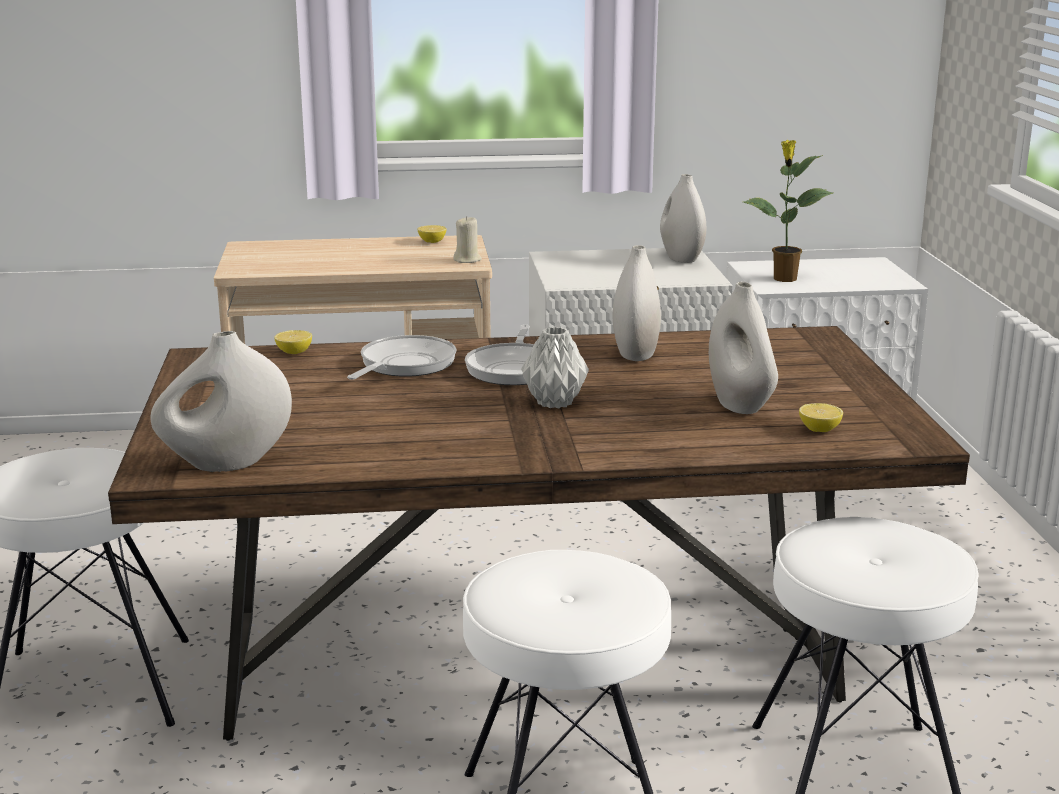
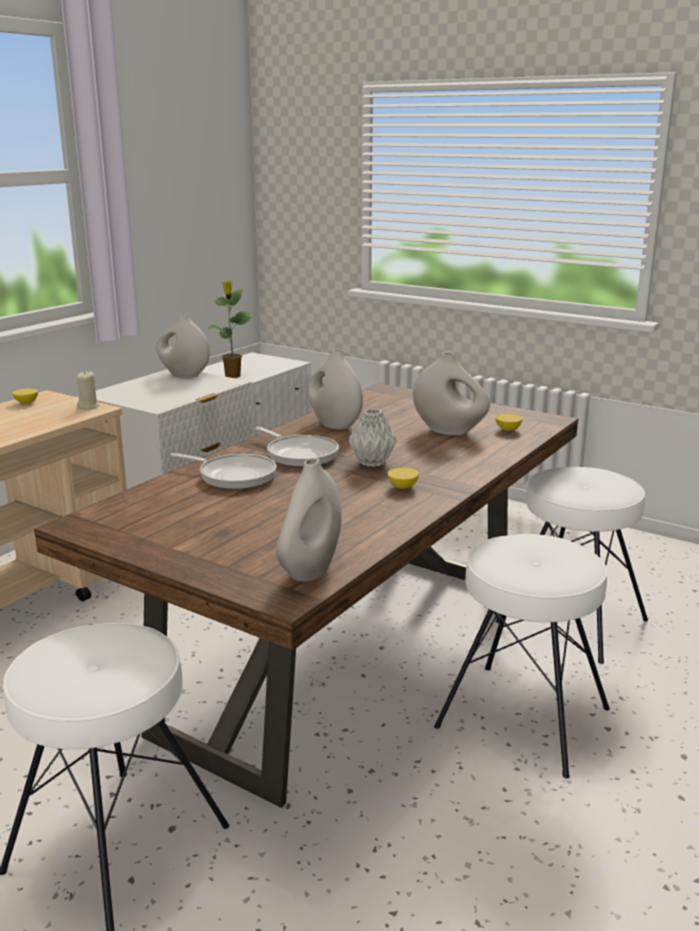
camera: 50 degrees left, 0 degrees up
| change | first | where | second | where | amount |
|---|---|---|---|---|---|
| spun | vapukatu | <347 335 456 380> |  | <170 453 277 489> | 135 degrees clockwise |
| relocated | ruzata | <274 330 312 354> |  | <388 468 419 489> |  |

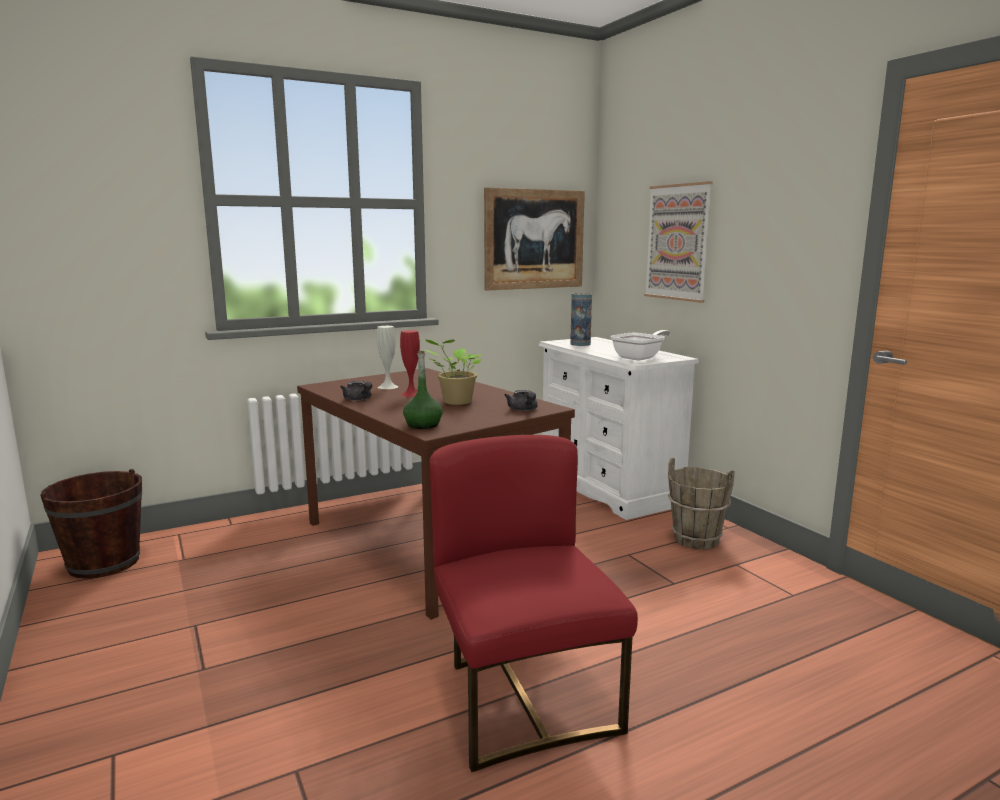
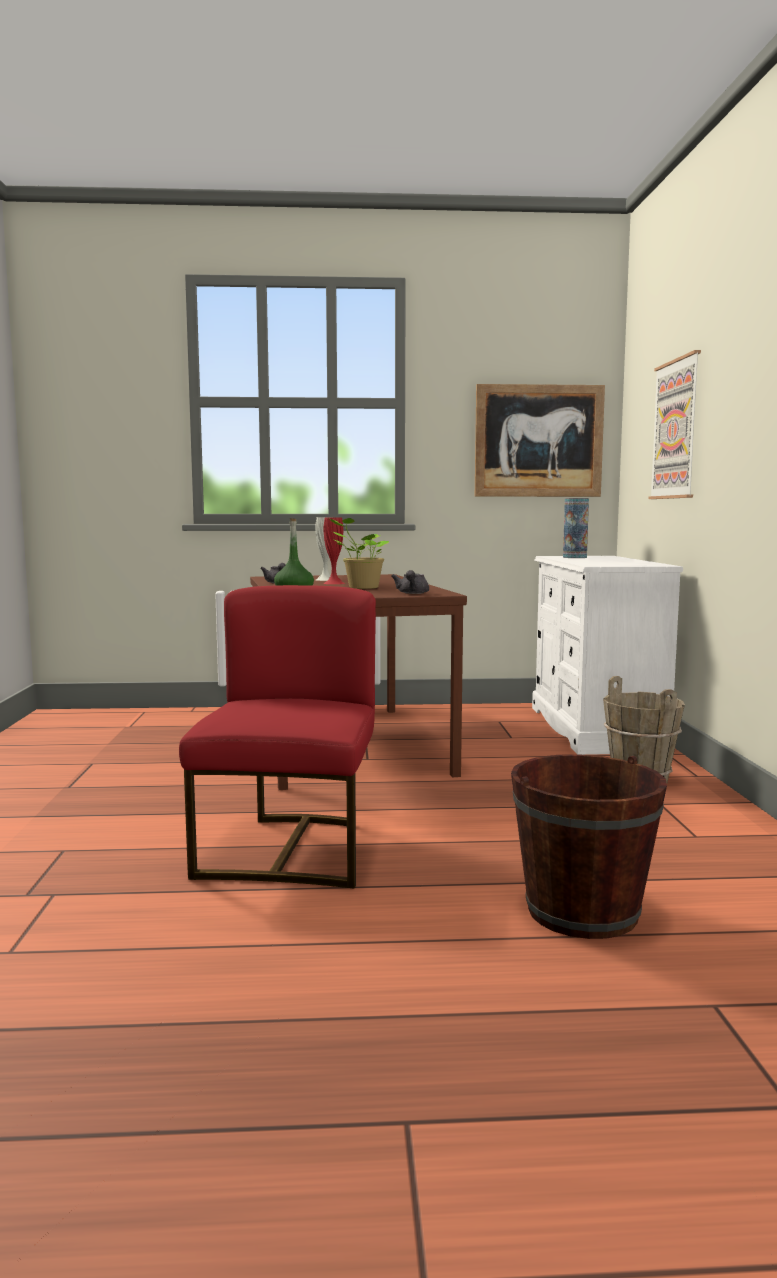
camera: 25 degrees right, 5 degrees down
| change | first | where | second | where | amount |
|---|---|---|---|---|---|
| relocated | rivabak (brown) | <40 469 142 579> |  | <511 754 667 939> |  |
| missing | vapukatu | <610 330 671 361> |  |  |  |

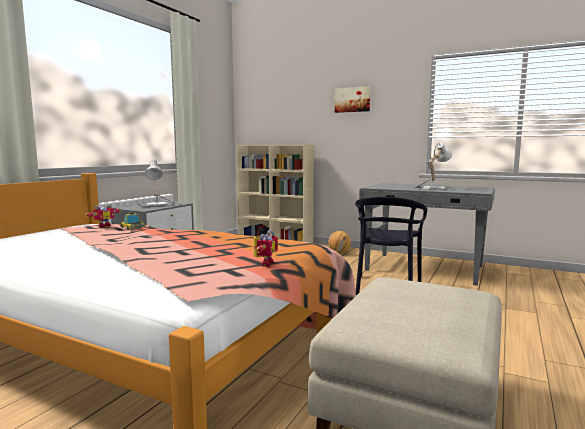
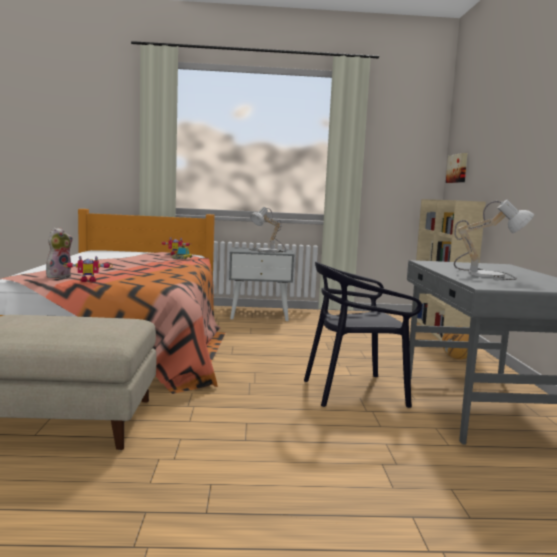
camera: 60 degrees right, 0 degrees up
| change | first | where | second | where | amount |
|---|---|---|---|---|---|
| appeared |  |  | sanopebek | <46 227 73 278> |  |
| relocated | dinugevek | <335 86 370 113> |  | <446 153 468 183> |  |

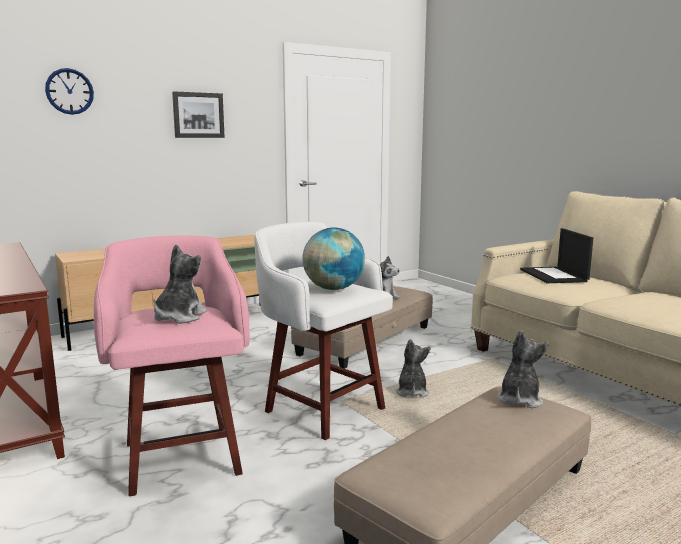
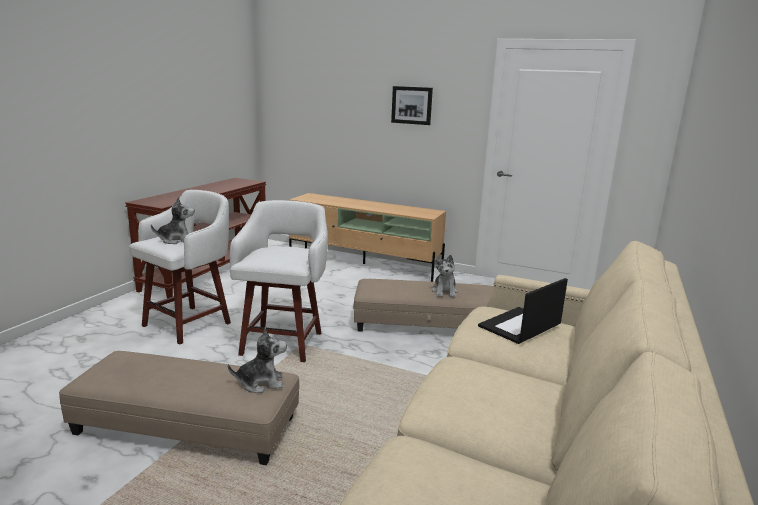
camera: 55 degrees right, 5 degrees up
| change | first | where | second | where | amount |
|---|---|---|---|---|---|
| colour | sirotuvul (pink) | <94 235 249 496> | sirotuvul (white) | <129 190 231 345> |  |
| missing | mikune | <45 68 94 115> |  |  |  |
| missing | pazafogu | <302 227 365 290> |  |  |  |
| missing | sanopebek | <395 339 431 397> |  |  |  |

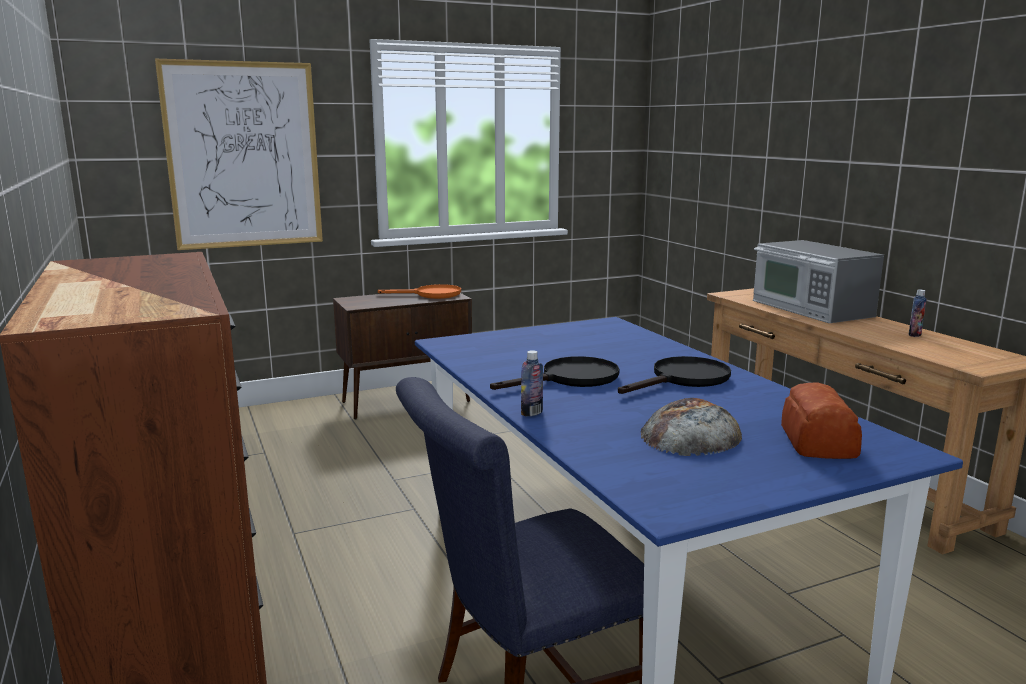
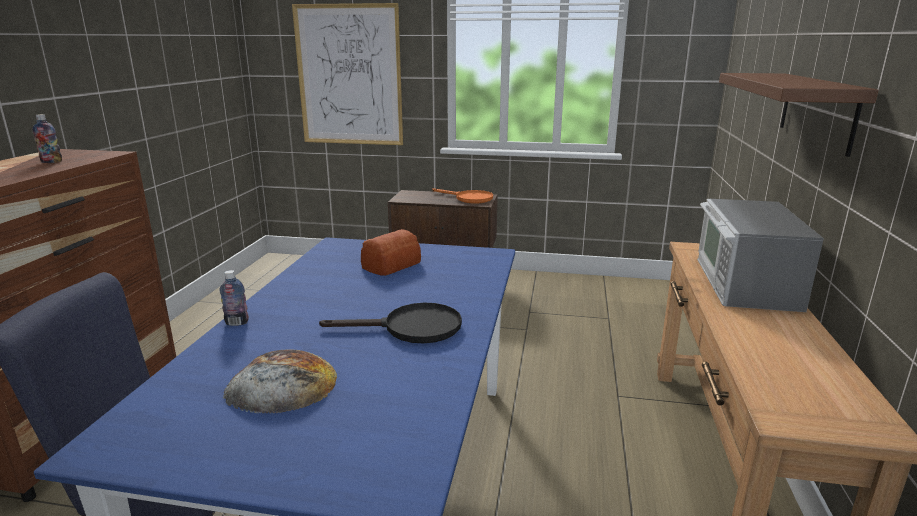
camera: 35 degrees right, 5 degrees up
| change | first | where | second | where | amount |
|---|---|---|---|---|---|
| relocated | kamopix | <909 290 927 337> |  | <32 114 62 163> |  |
| relocated | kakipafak | <781 382 862 459> |  | <361 229 421 276> |  |
| appeared |  |  | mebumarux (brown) | <719 73 879 157> |  |
| missing | vapukatu (black) | <490 356 620 390> |  |  |  |

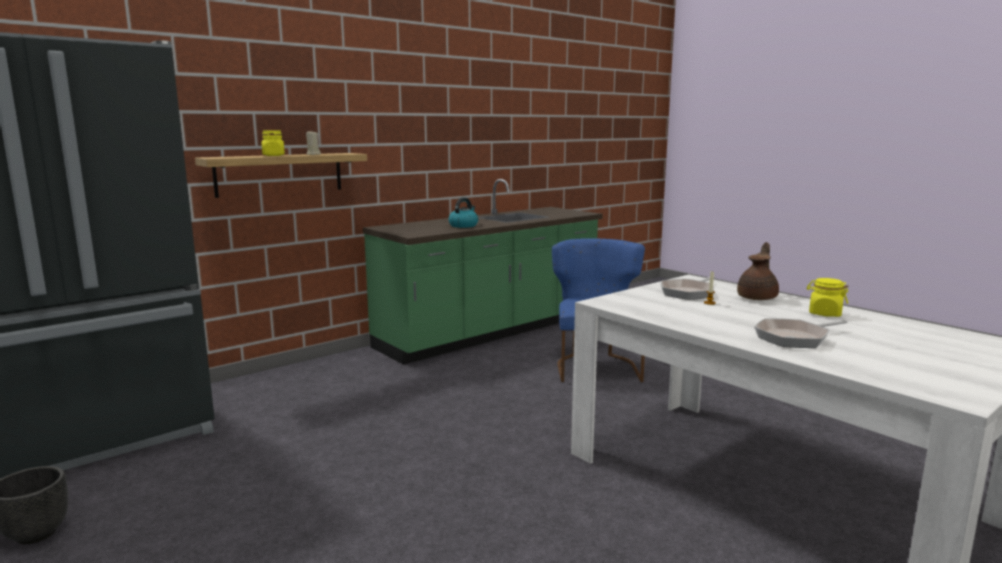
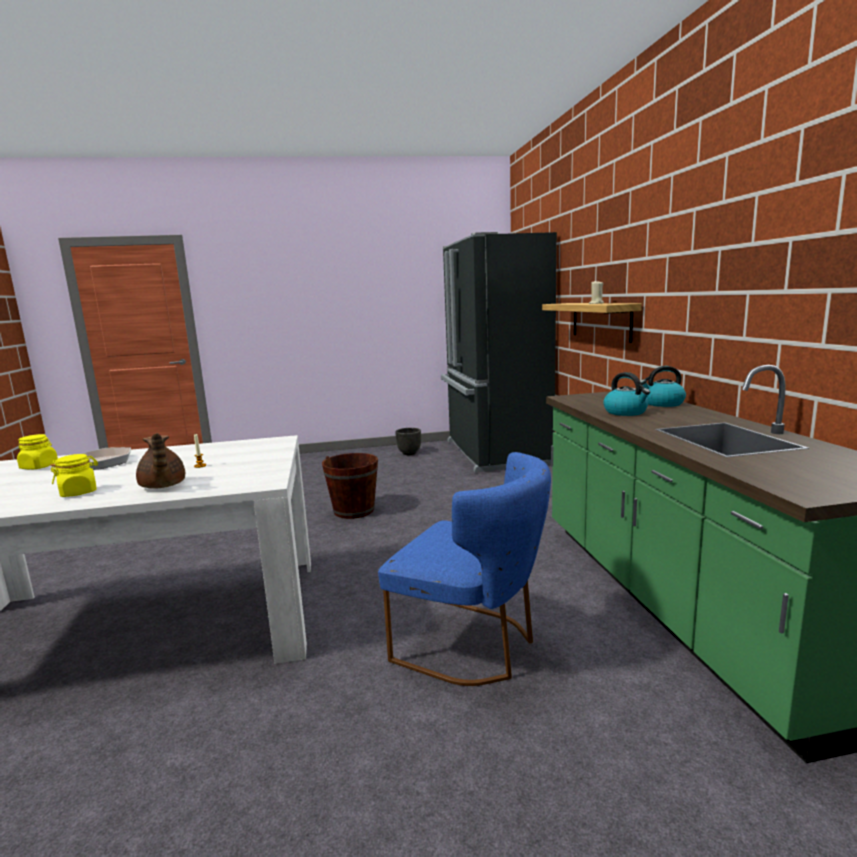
camera: 120 degrees right, 0 degrees up
| change | first | where | second | where | amount |
|---|---|---|---|---|---|
| relocated | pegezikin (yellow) | <262 130 285 156> |  | <17 434 58 469> |  |
| appeared |  |  | rivabak (brown) | <322 453 378 519> |  |
| appeared |  |  | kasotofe | <640 366 686 407> |  |
| missing | vapukatu | <661 276 715 300> |  |  |  |

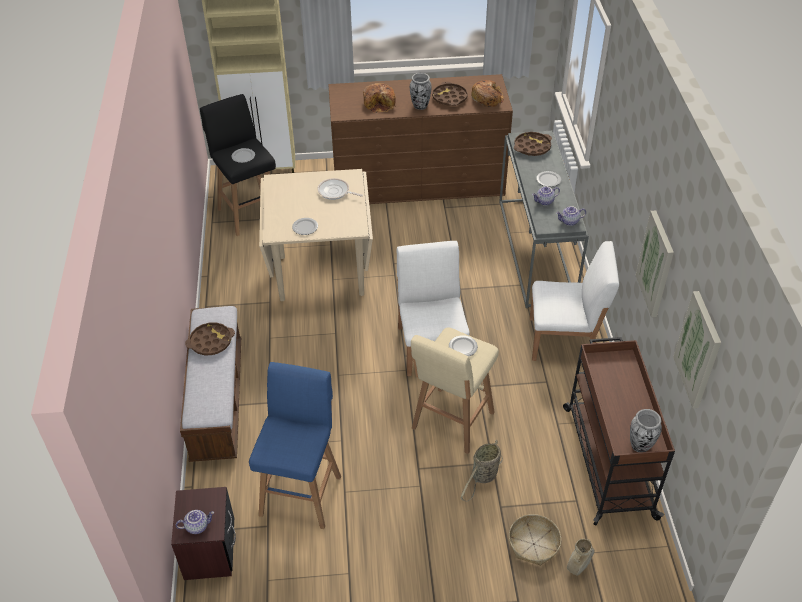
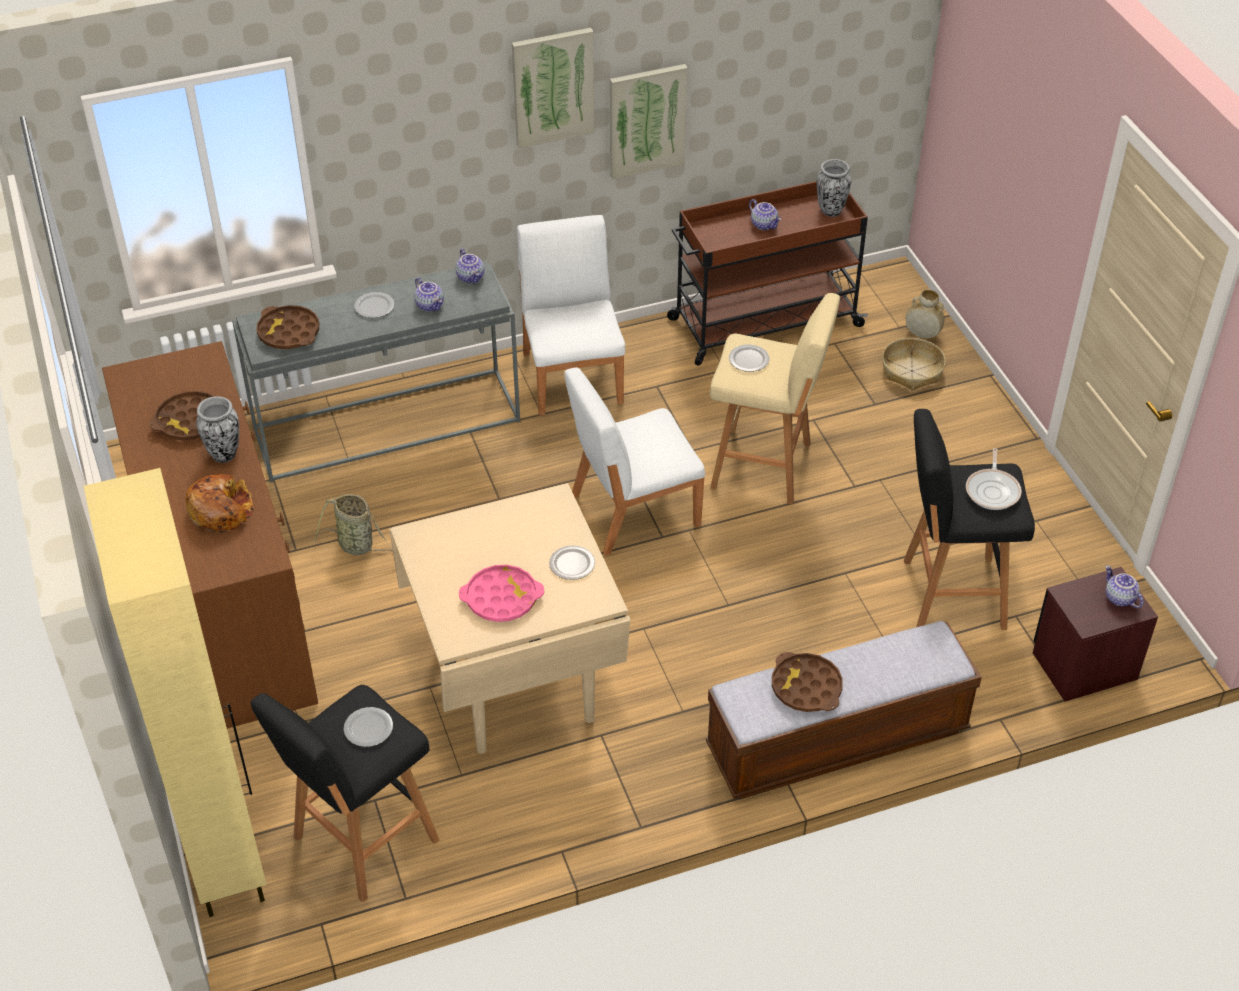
camera: 105 degrees left, 0 degrees up
| change | first | where | second | where | amount |
|---|---|---|---|---|---|
| relocated | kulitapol | <460 440 503 501> |  | <314 494 393 555> |  |
| appeared |  |  | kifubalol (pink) | <459 565 544 622> |  |
| relocated | dinugevek | <673 291 721 408> |  | <512 28 595 148> |  |
| appeared |  |  | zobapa | <749 199 781 230> |  |
| colour | sirotuvul (blue) | <249 362 341 529> | sirotuvul (black) | <904 409 1035 630> |  |
| relocated | vapukatu | <318 178 363 200> |  | <966 448 1022 510> |  |
| missing | kakipafak | <471 80 504 107> |  |  |  |

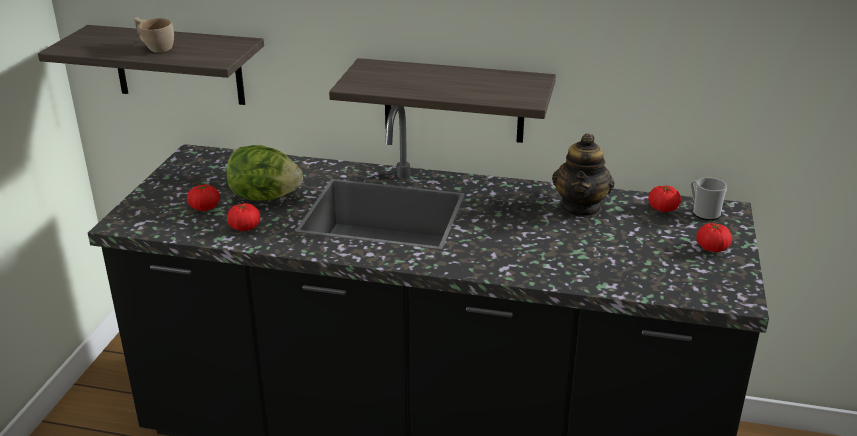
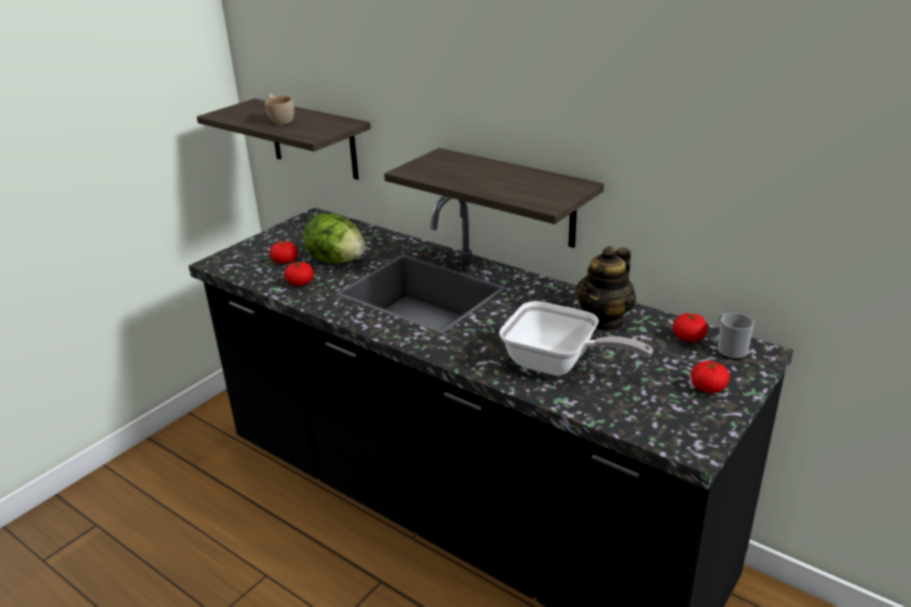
camera: 25 degrees right, 0 degrees up
| change | first | where | second | where | amount |
|---|---|---|---|---|---|
| appeared |  |  | vapukatu | <499 301 653 376> |  |

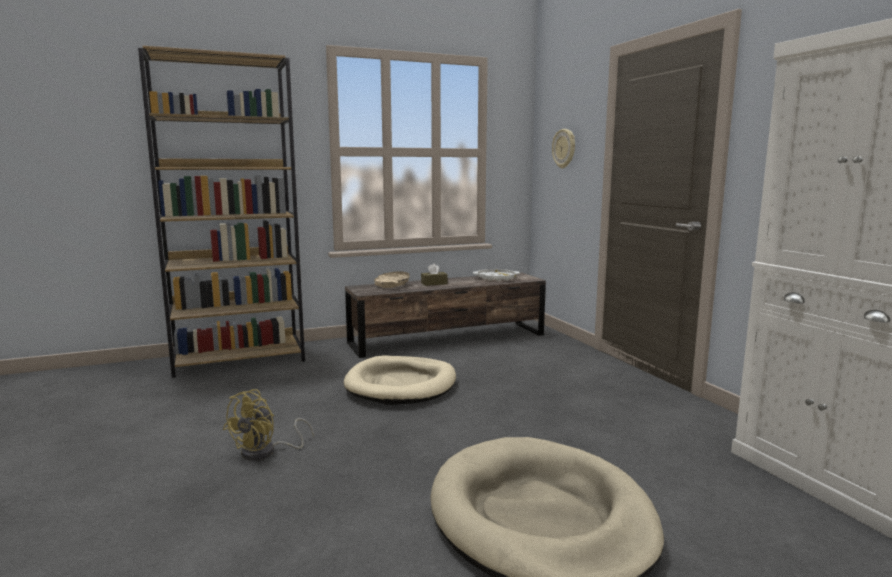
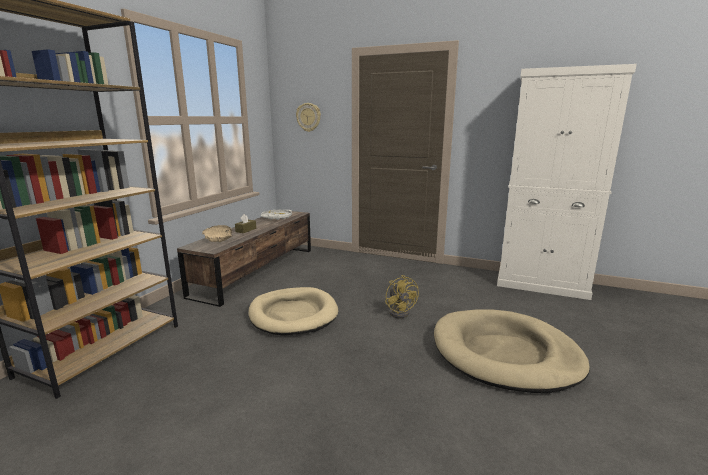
camera: 45 degrees left, 5 degrees up
| change | first | where | second | where | amount |
|---|---|---|---|---|---|
| relocated | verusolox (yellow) | <223 389 314 461> |  | <385 275 419 318> |  |

